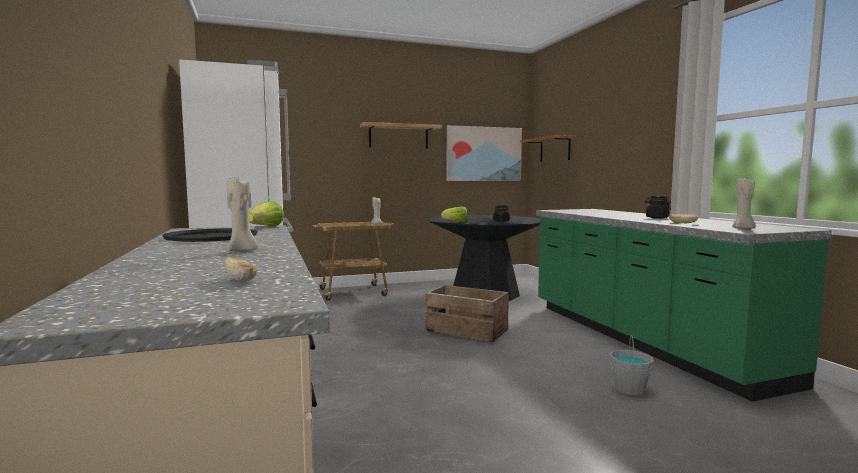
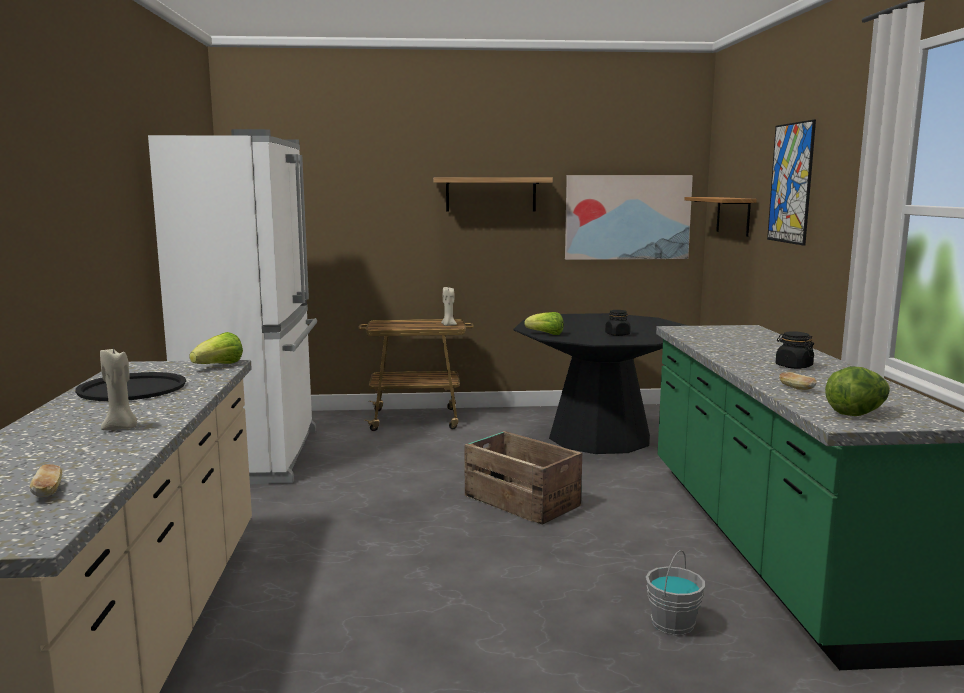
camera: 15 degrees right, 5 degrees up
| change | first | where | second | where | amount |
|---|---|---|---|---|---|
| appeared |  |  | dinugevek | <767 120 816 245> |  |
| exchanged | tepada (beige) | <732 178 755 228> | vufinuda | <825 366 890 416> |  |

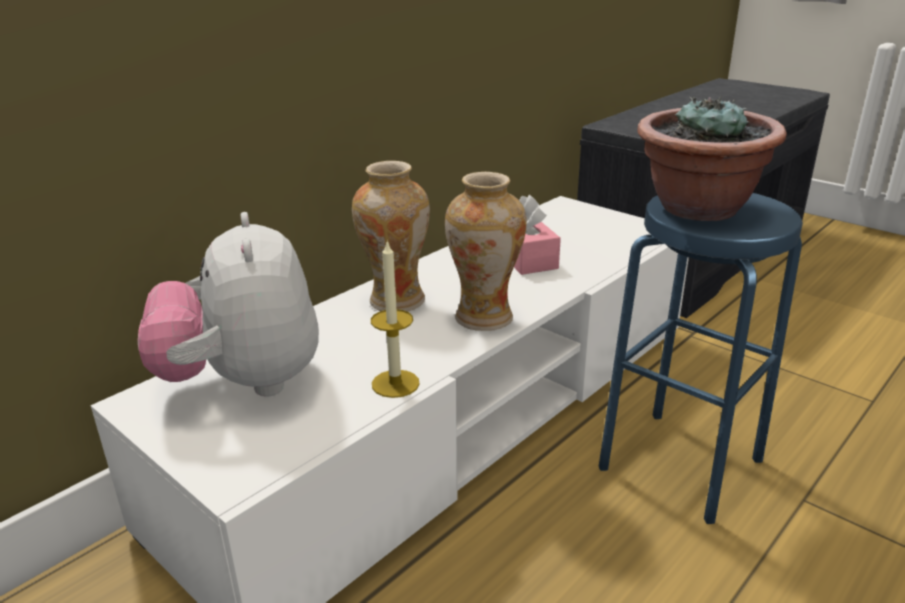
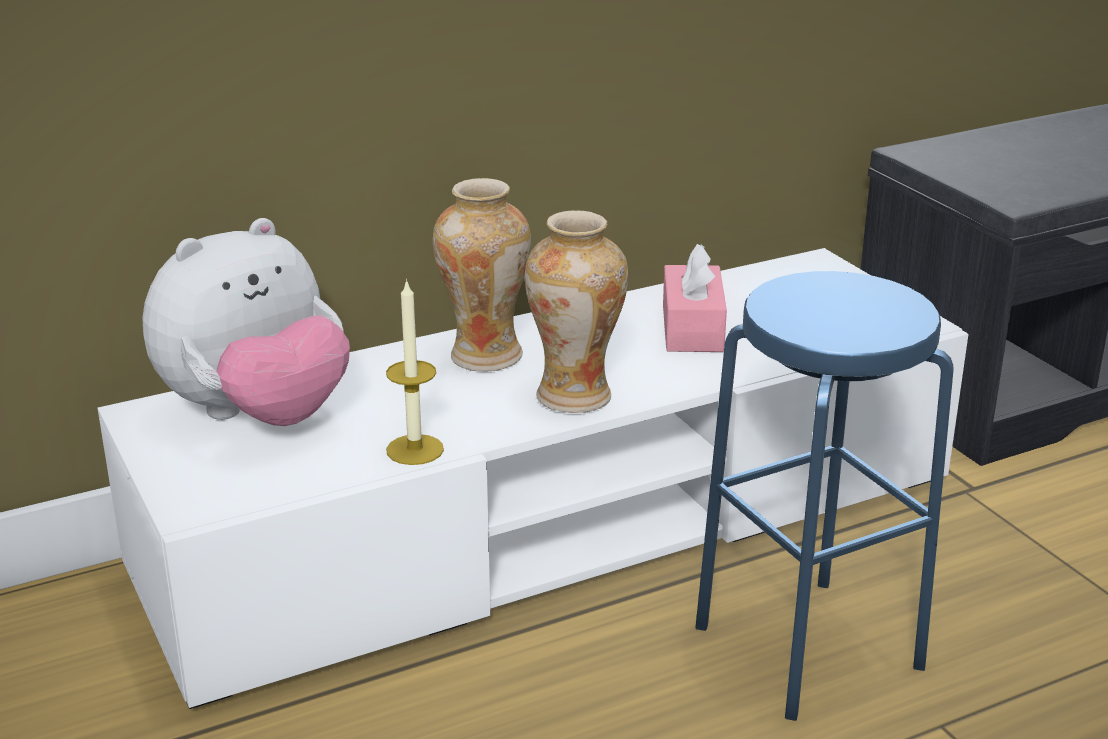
camera: 20 degrees right, 0 degrees up
| change | first | where | second | where | amount |
|---|---|---|---|---|---|
| spun | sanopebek | <138 212 319 397> |  | <142 218 350 426> | 135 degrees counterclockwise |
| missing | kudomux | <637 95 787 221> |  |  |  |

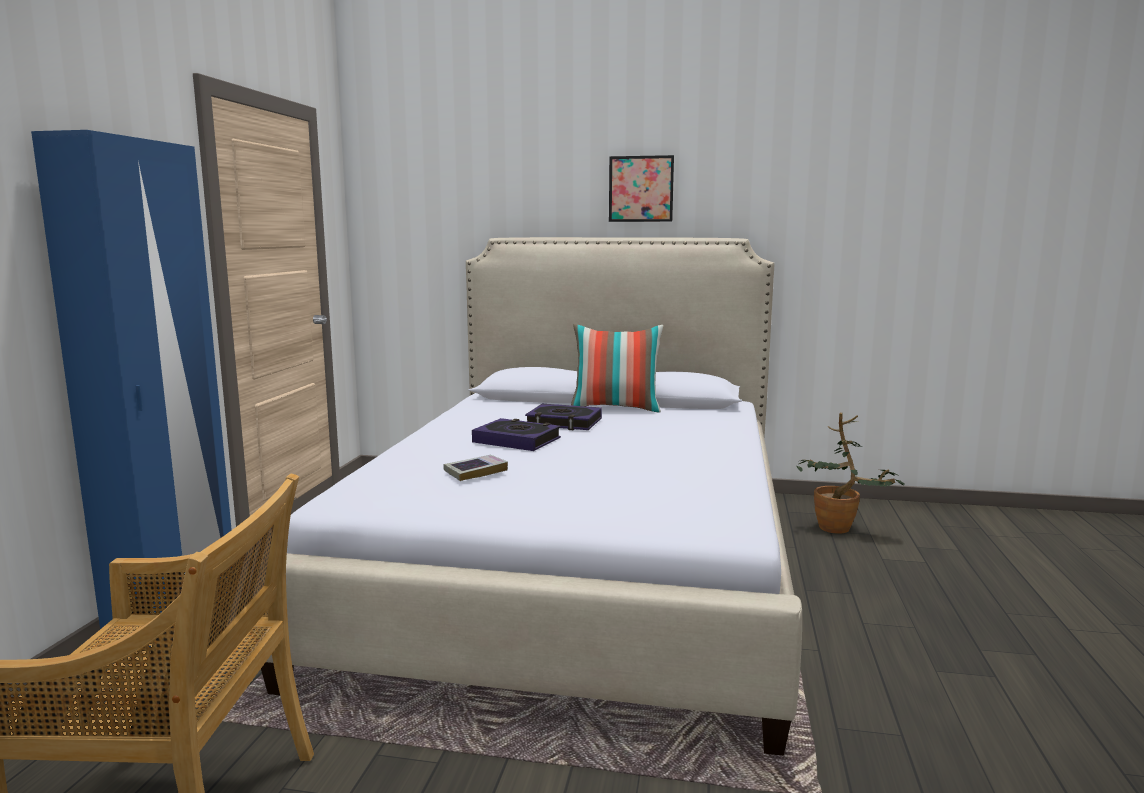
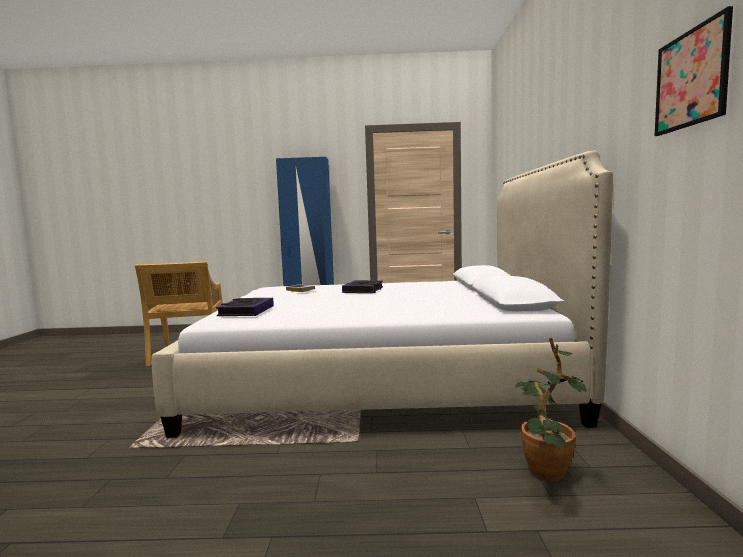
camera: 80 degrees right, 5 degrees down
| change | first | where | second | where | amount |
|---|---|---|---|---|---|
| relocated | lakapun | <525 404 602 430> |  | <216 298 274 316> |  |
| relocated | dinugevek | <609 155 674 222> |  | <655 6 733 136> |  |
| missing | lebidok | <571 324 663 413> |  |  |  |

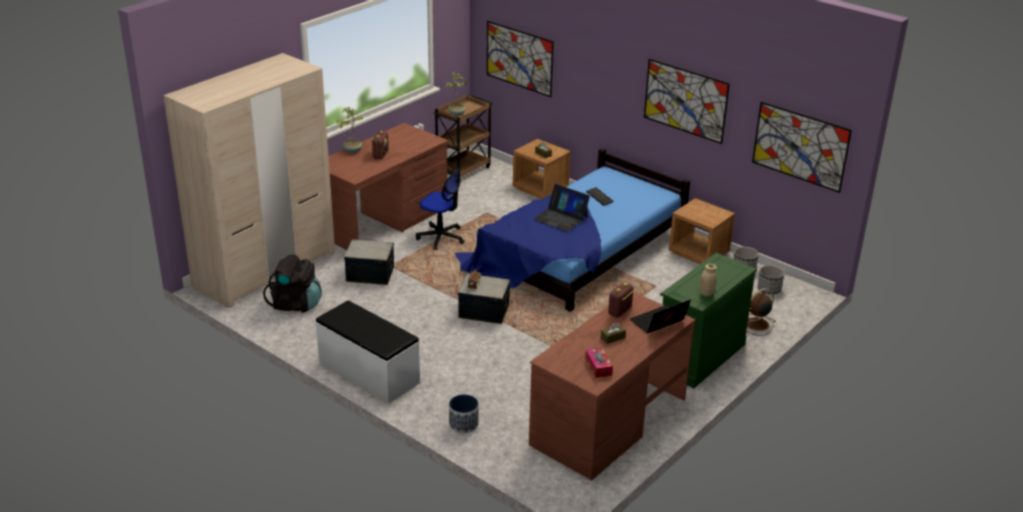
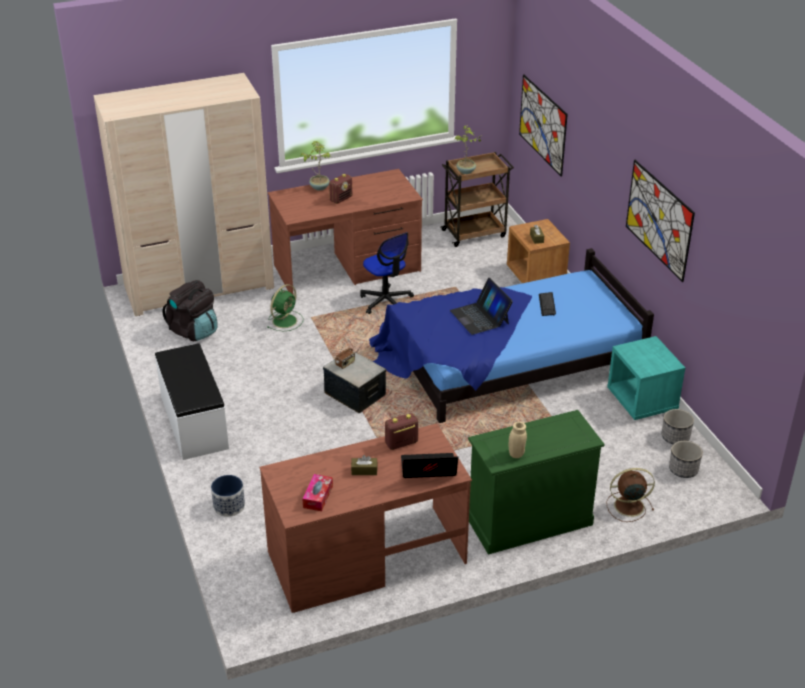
camera: 30 degrees right, 5 degrees up
| change | first | where | second | where | amount |
|---|---|---|---|---|---|
| exchanged | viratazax | <344 239 394 285> | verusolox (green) | <267 284 303 331> |  |
| colour | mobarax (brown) | <669 198 735 264> | mobarax (turquoise) | <607 336 685 420> |  |
| missing | dinugevek | <752 102 852 193> |  |  |  |

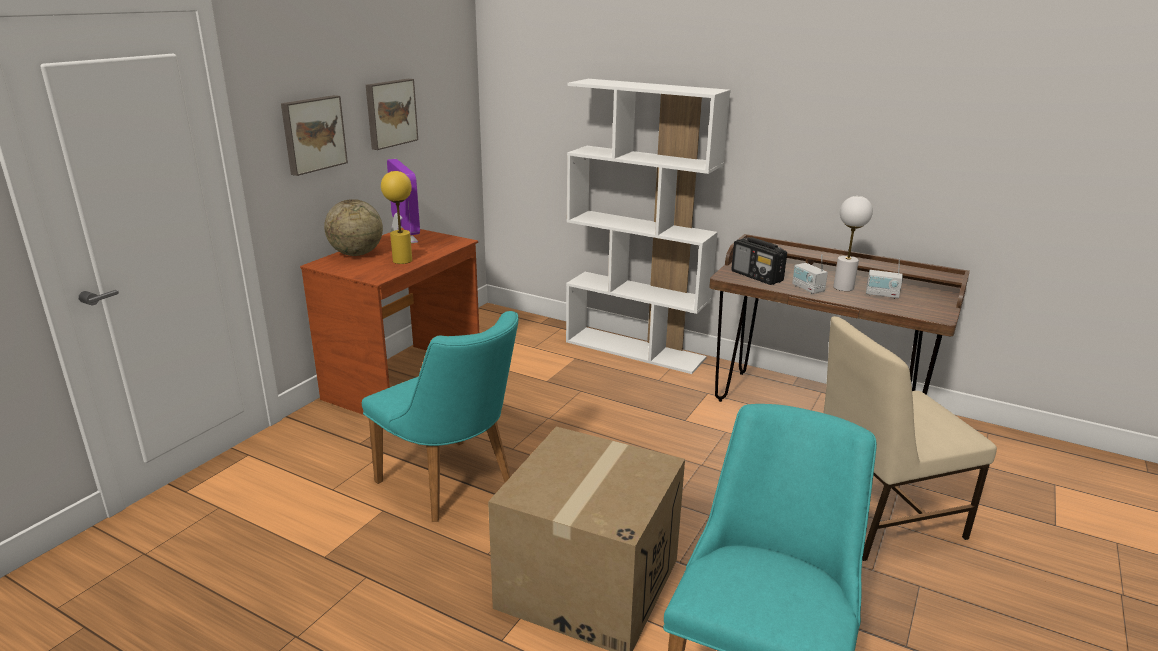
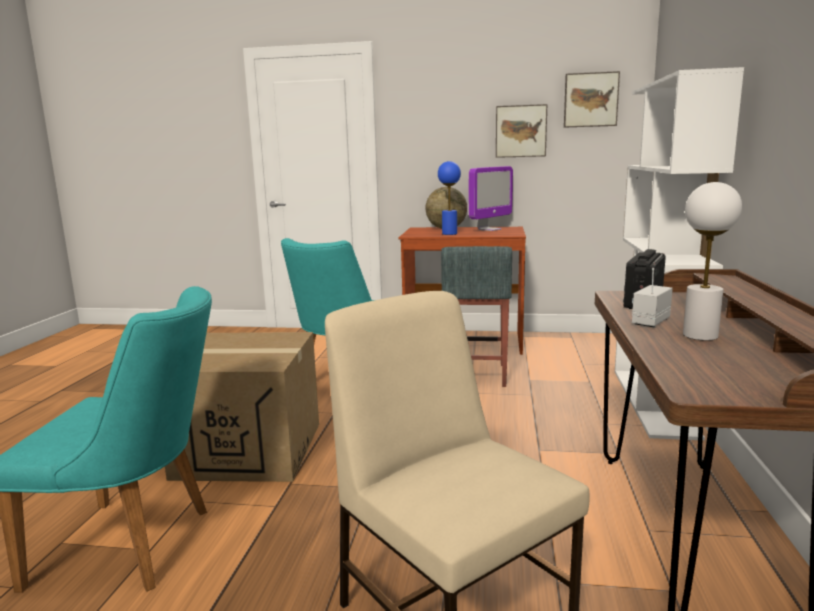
camera: 70 degrees right, 10 degrees down
| change | first | where | second | where | amount |
|---|---|---|---|---|---|
| colour | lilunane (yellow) | <381 171 412 264> | lilunane (blue) | <438 161 461 235> |  |
| appeared |  |  | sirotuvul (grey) | <441 246 512 387> |  |
| relocated | dinugevek | <281 95 348 176> |  | <564 71 620 128> |  |
| missing | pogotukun | <866 258 903 299> |  |  |  |

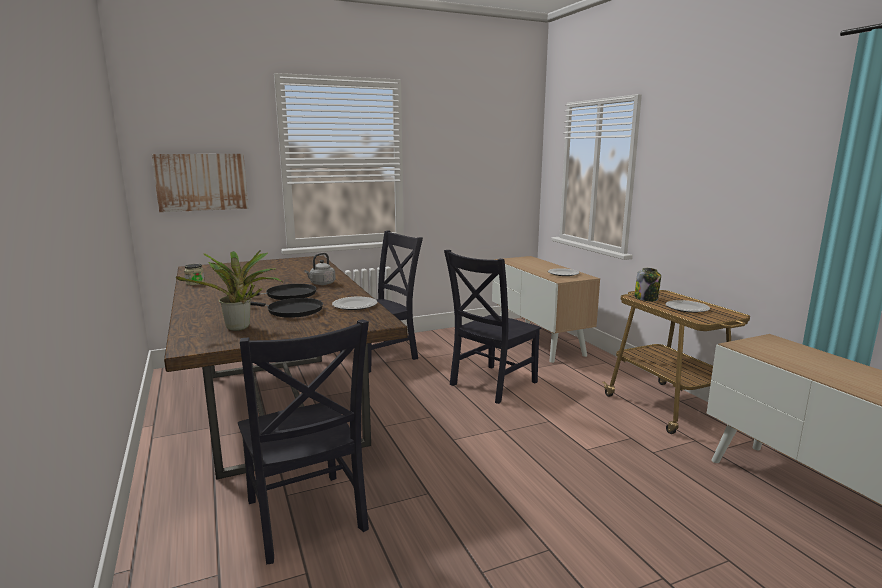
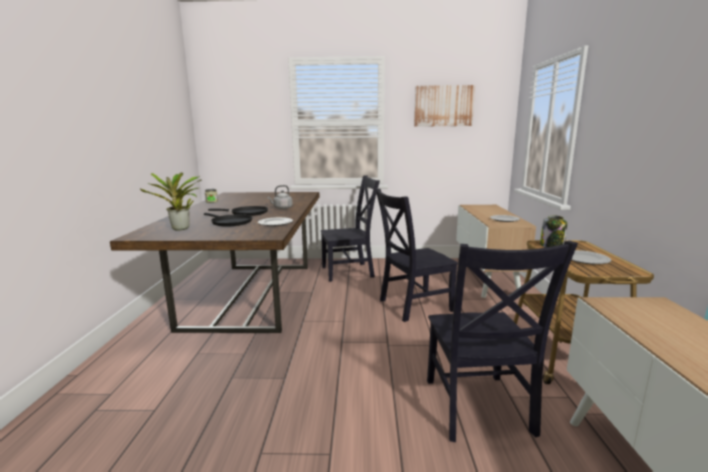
camera: 25 degrees right, 0 degrees up
| change | first | where | second | where | amount |
|---|---|---|---|---|---|
| relocated | dinugevek | <152 154 249 212> |  | <414 85 475 127> |  |
| relocated | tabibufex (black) | <238 319 369 564> |  | <427 241 578 442> |  |

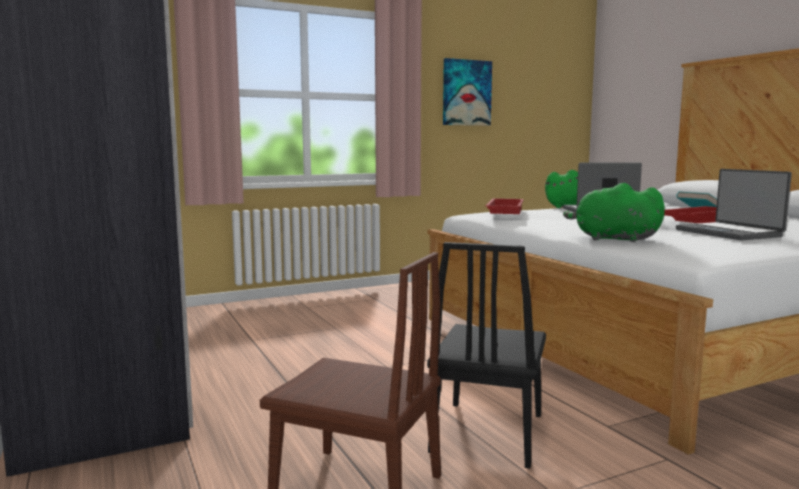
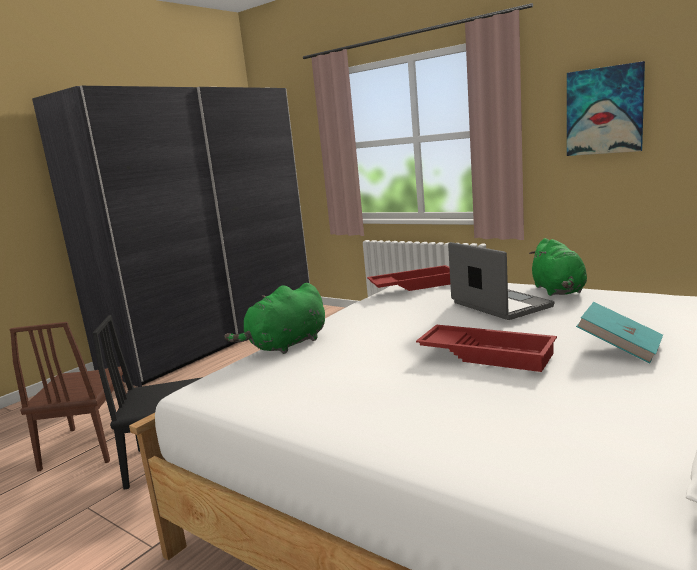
camera: 65 degrees right, 5 degrees up
| change | first | where | second | where | amount |
|---|---|---|---|---|---|
| spun | sanopebek (green) | <563 183 665 242> |  | <224 283 325 354> | 135 degrees counterclockwise |
| missing | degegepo | <676 169 792 241> |  |  |  |

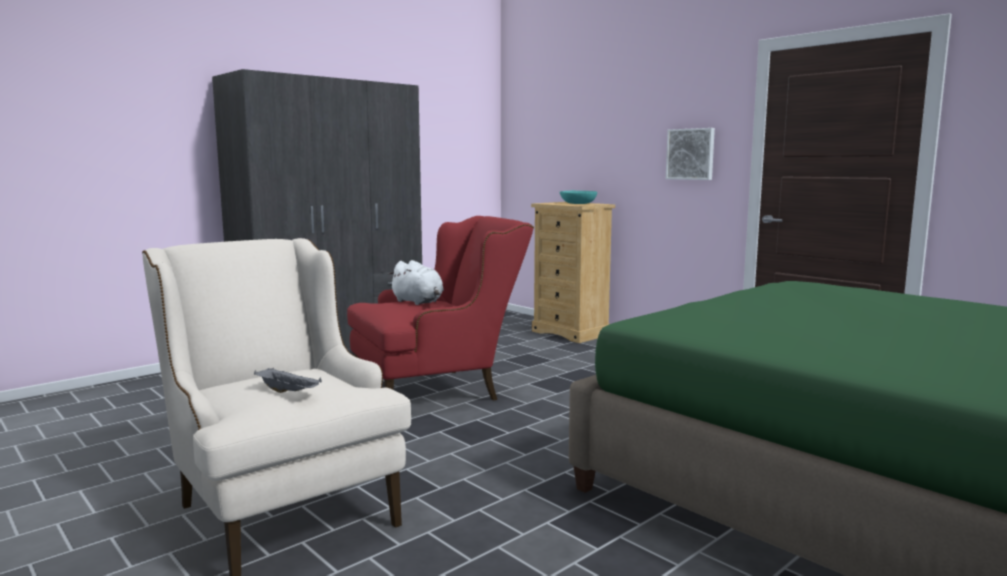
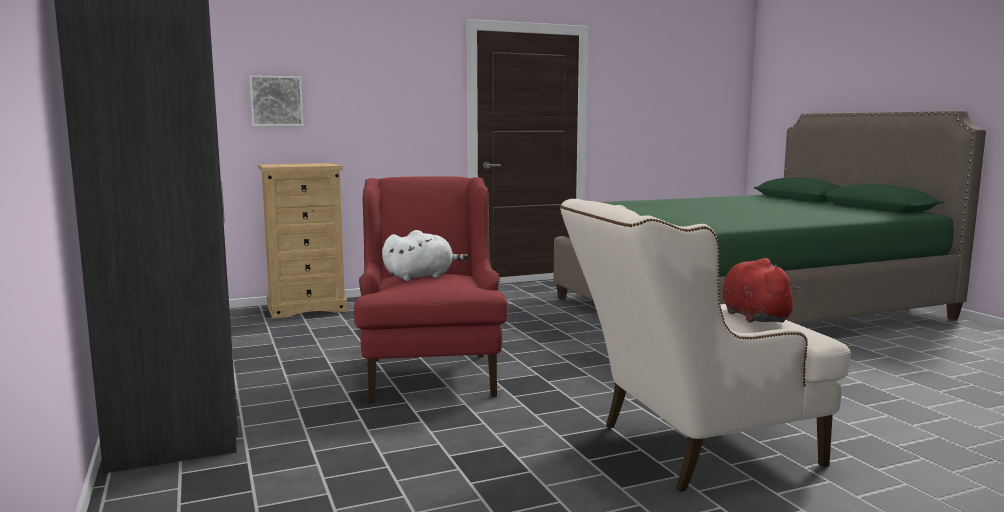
camera: 70 degrees left, 0 degrees up
| change | first | where | second | where | amount |
|---|---|---|---|---|---|
| relocated | dinugevek | <666 128 715 180> |  | <249 75 303 126> |  |
| exchanged | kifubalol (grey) | <254 368 322 393> | sanopebek (red) | <723 258 800 323> |  |
| missing | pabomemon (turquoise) | <560 190 597 204> |  |  |  |

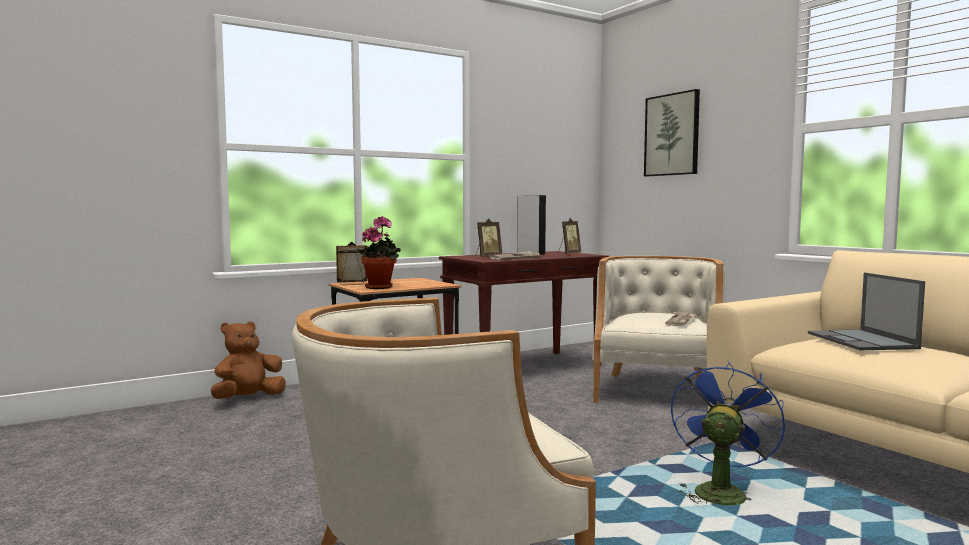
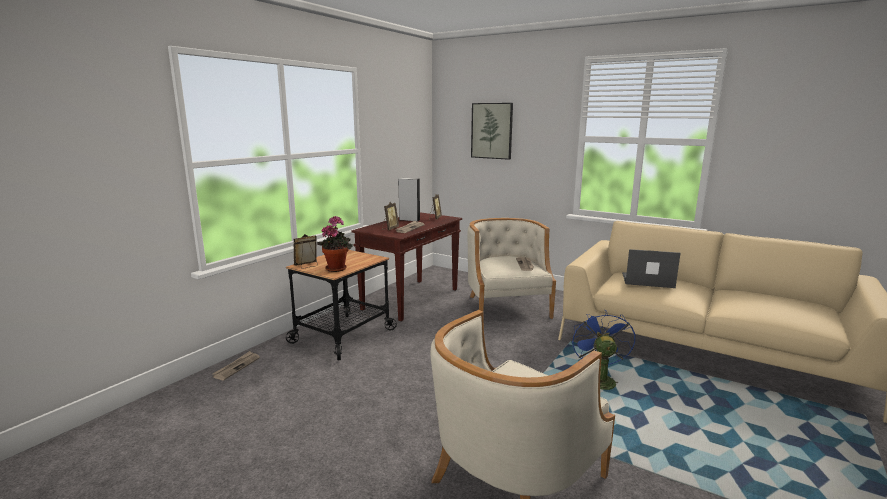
camera: 25 degrees left, 10 degrees up
| change | first | where | second | where | amount |
|---|---|---|---|---|---|
| exchanged | sanopebek (brown) | <210 321 286 399> | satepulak | <213 351 260 381> |  |
| spun | degegepo | <808 273 925 350> |  | <622 249 680 288> | 135 degrees clockwise |

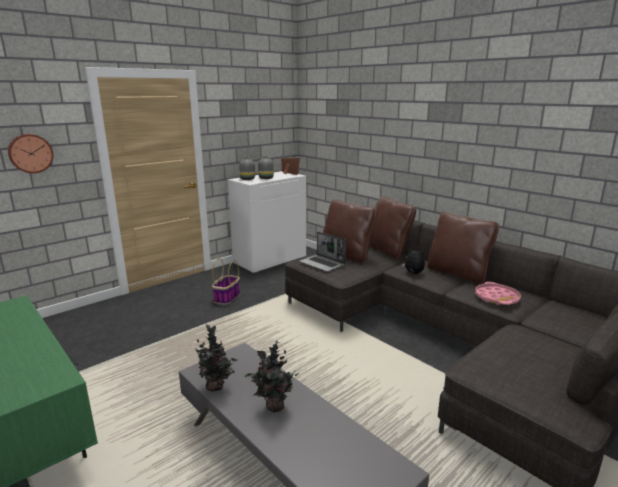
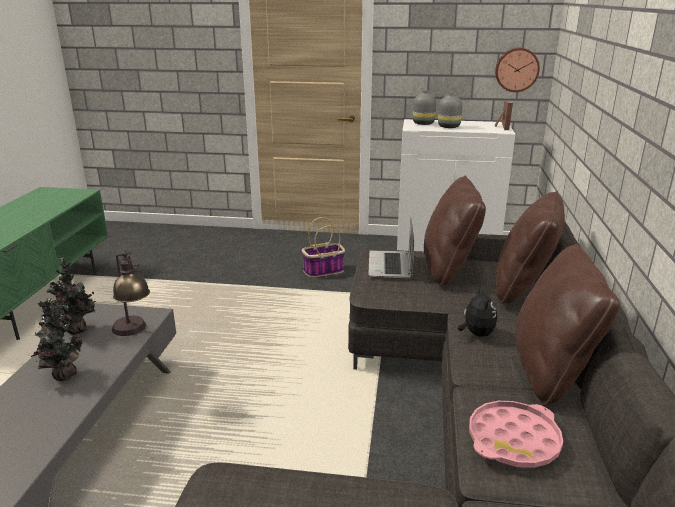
camera: 50 degrees right, 5 degrees up
| change | first | where | second | where | amount |
|---|---|---|---|---|---|
| appeared |  |  | lilunane | <112 251 150 336> |  |
| relocated | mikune | <8 134 54 173> |  | <495 48 540 92> |  |

